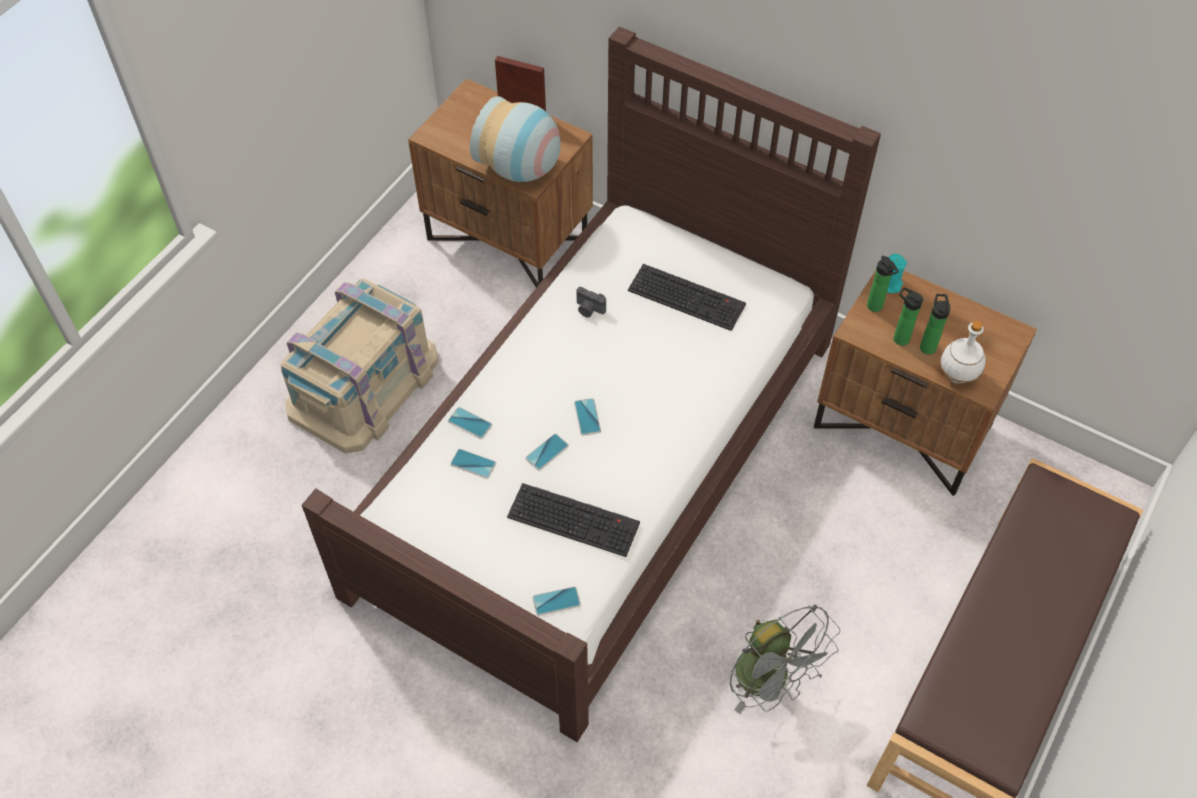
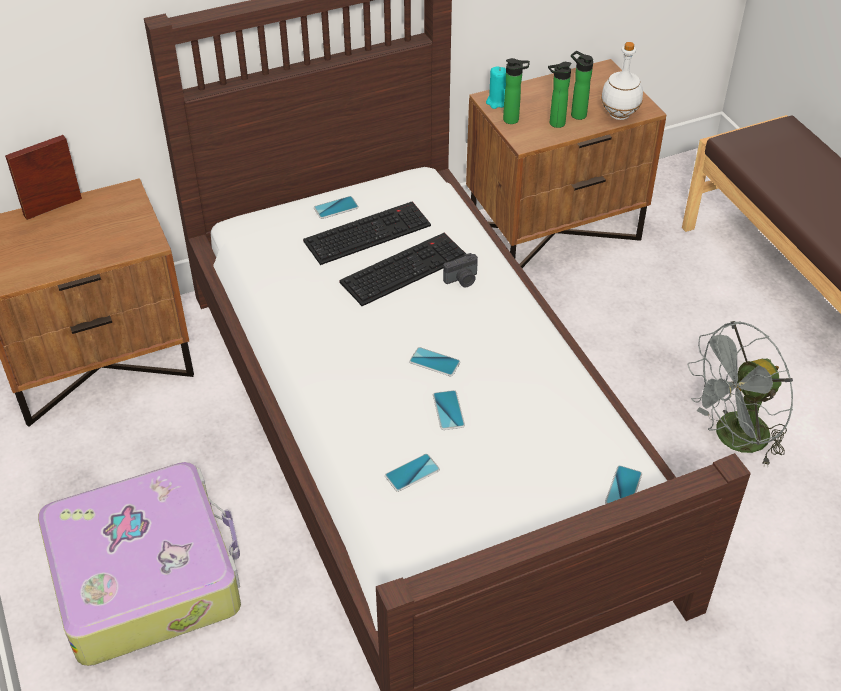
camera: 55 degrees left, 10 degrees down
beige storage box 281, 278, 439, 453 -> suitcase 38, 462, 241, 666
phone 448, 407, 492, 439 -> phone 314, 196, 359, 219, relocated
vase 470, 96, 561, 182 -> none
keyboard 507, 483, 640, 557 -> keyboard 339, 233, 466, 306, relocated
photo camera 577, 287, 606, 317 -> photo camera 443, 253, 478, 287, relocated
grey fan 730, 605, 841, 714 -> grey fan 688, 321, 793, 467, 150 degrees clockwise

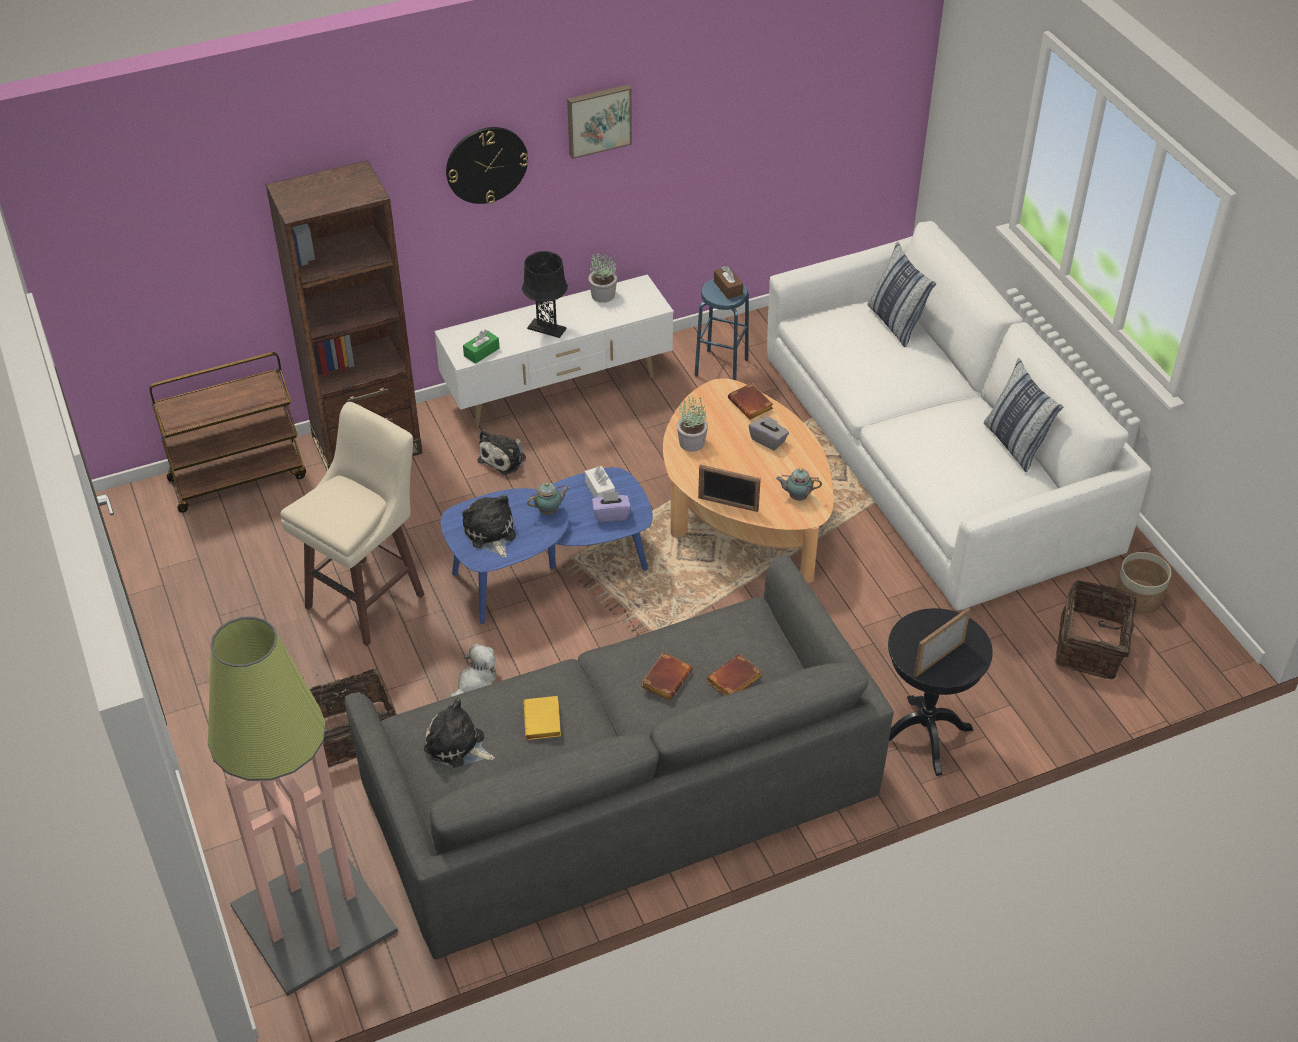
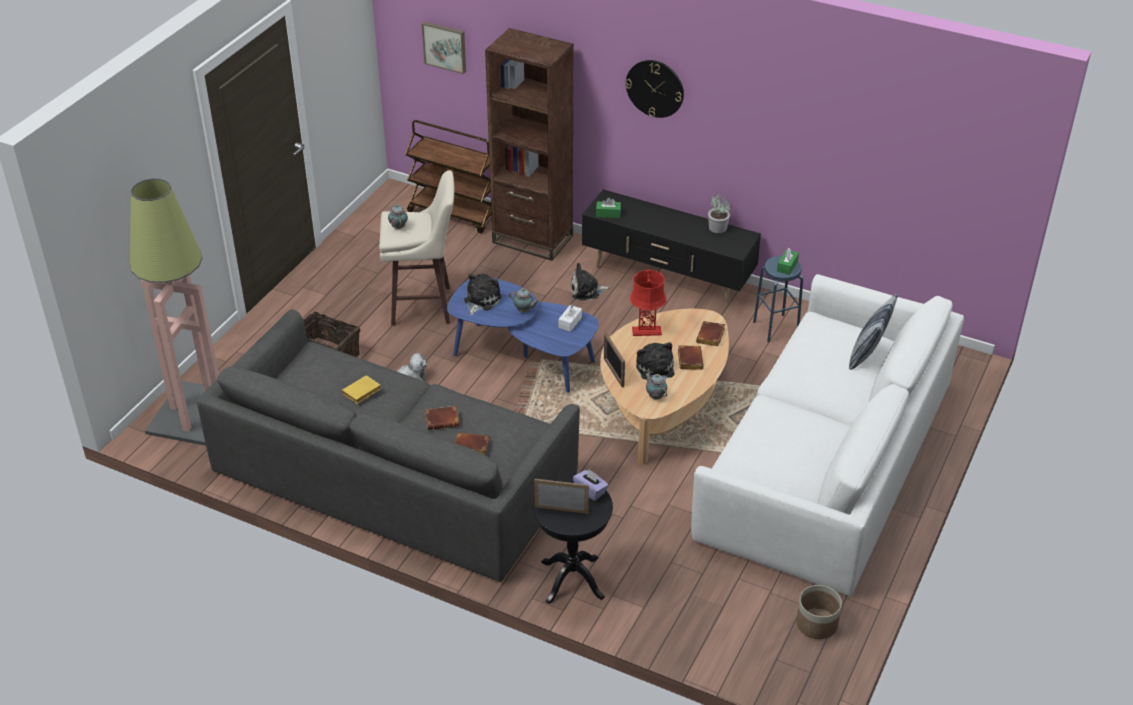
camera: 50 degrees right, 5 degrees down
plush toy 424, 698, 495, 768 -> plush toy 636, 342, 674, 382, relocated
white tv stand 435, 274, 674, 428 -> black tv stand 582, 189, 761, 307
black table lamp 522, 251, 568, 338 -> none
picture 567, 85, 632, 159 -> picture 422, 21, 466, 74, relocated
purple tissue box 592, 491, 631, 522 -> purple tissue box 573, 469, 609, 501, relocated
potted plant 677, 396, 708, 452 -> red table lamp 630, 270, 666, 336
brown tissue box 714, 266, 743, 299 -> green tissue box 777, 248, 799, 275
grey tissue box 748, 415, 789, 451 -> brown book 678, 345, 704, 370
pillow 984, 358, 1063, 472 -> none
basket 1055, 580, 1149, 680 -> none
none -> teapot 388, 203, 408, 229

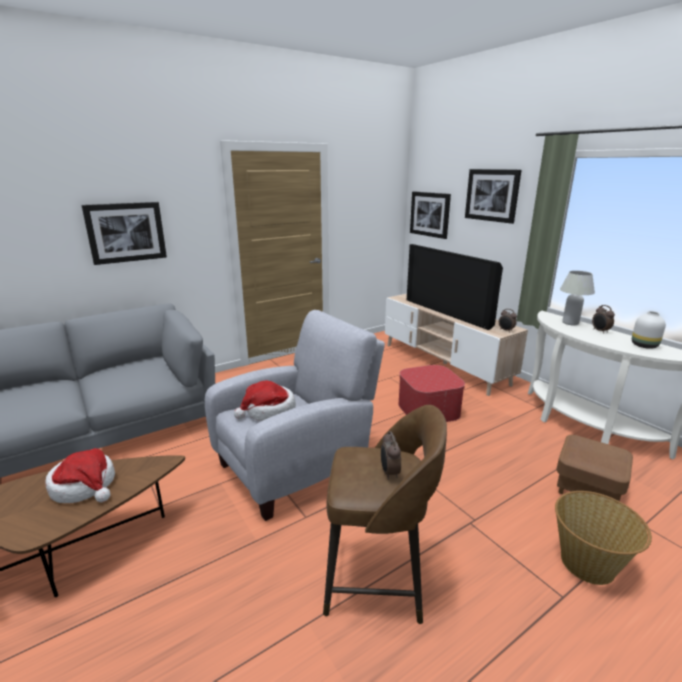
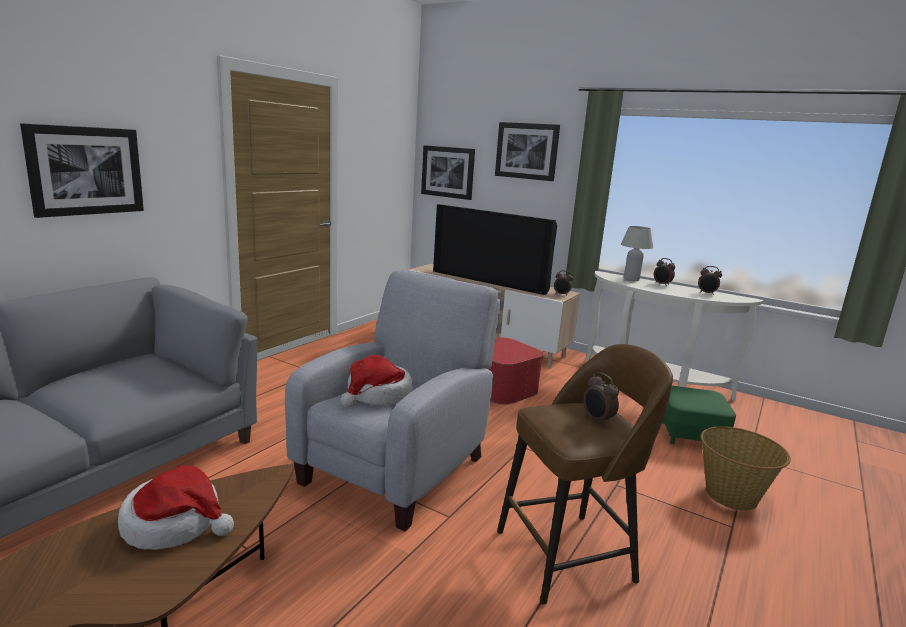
camera: 25 degrees left, 5 degrees down
brown ottoman 557, 435, 633, 501 -> green ottoman 662, 386, 736, 444
white vase 632, 311, 666, 349 -> alarm clock 698, 266, 722, 295

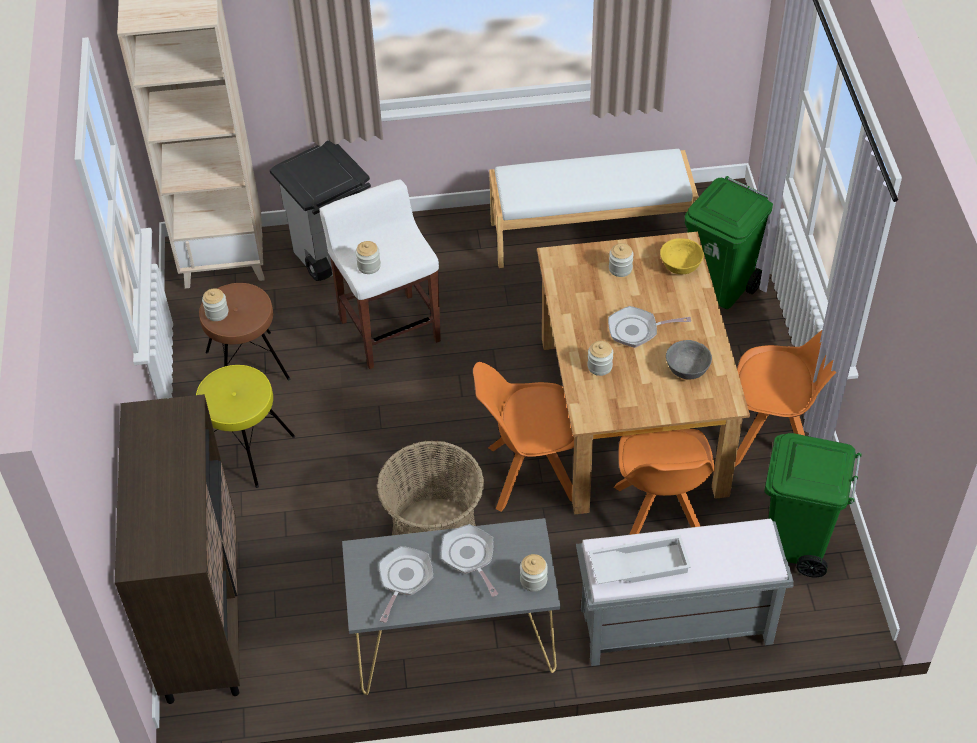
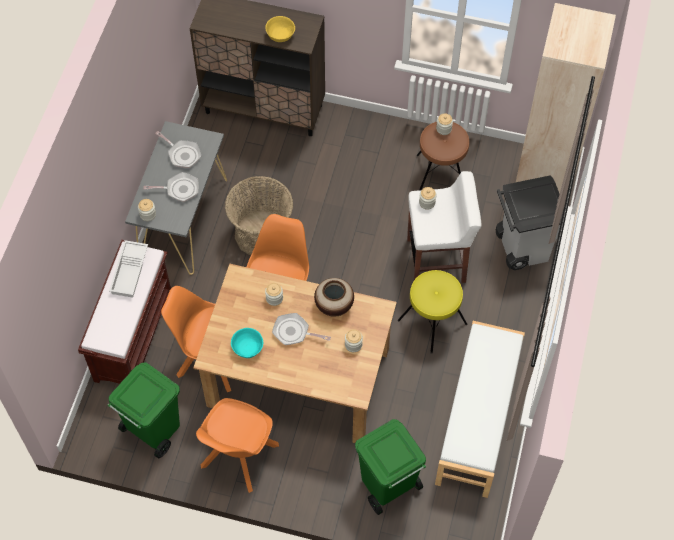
camera: 110 degrees right, 10 degrees up
yellow stool 196, 365, 295, 488 -> yellow stool 398, 270, 467, 354, relocated
grey bench 576, 519, 794, 666 -> brown bench 78, 240, 171, 384
frying pan 608, 306, 691, 348 -> frying pan 272, 313, 331, 345, 90 degrees counterclockwise
yellow bowl 660, 238, 704, 274 -> yellow bowl 265, 16, 295, 42, relocated
grey bowl 666, 340, 712, 379 -> turquoise bowl 231, 328, 263, 358
none -> vase 314, 278, 354, 317

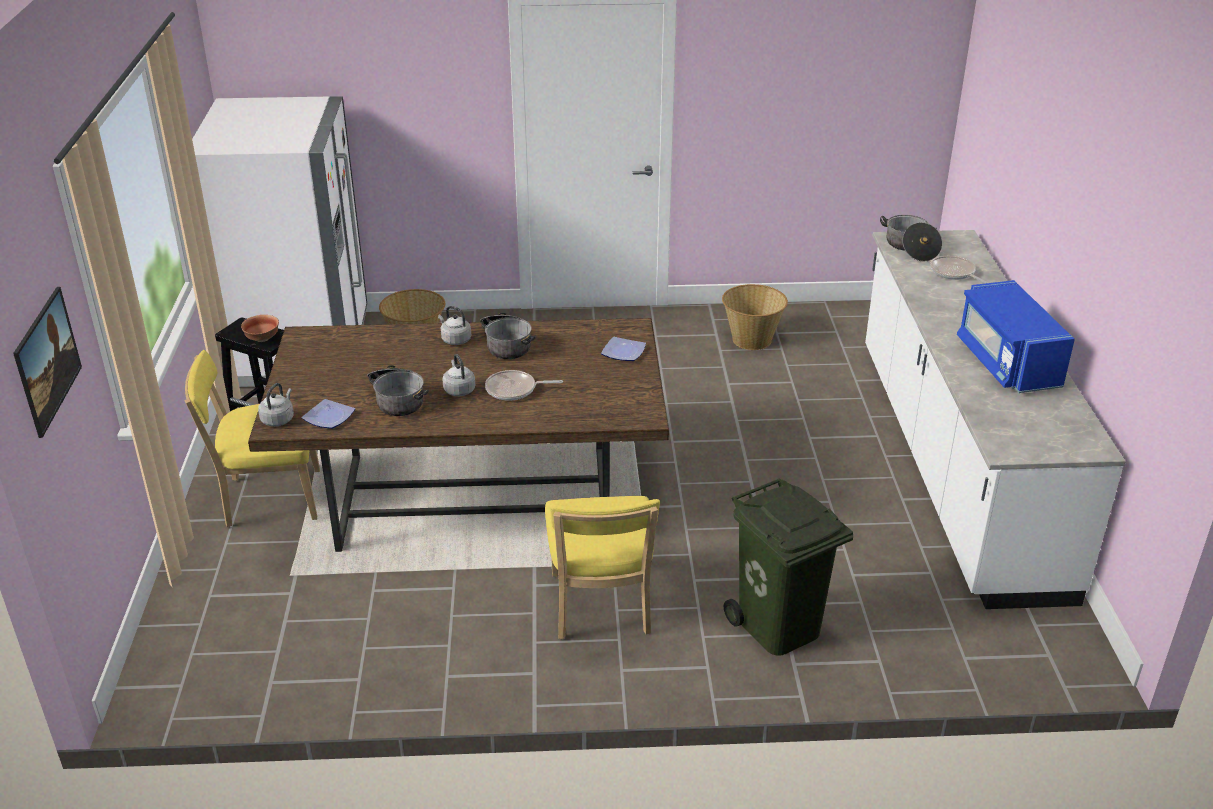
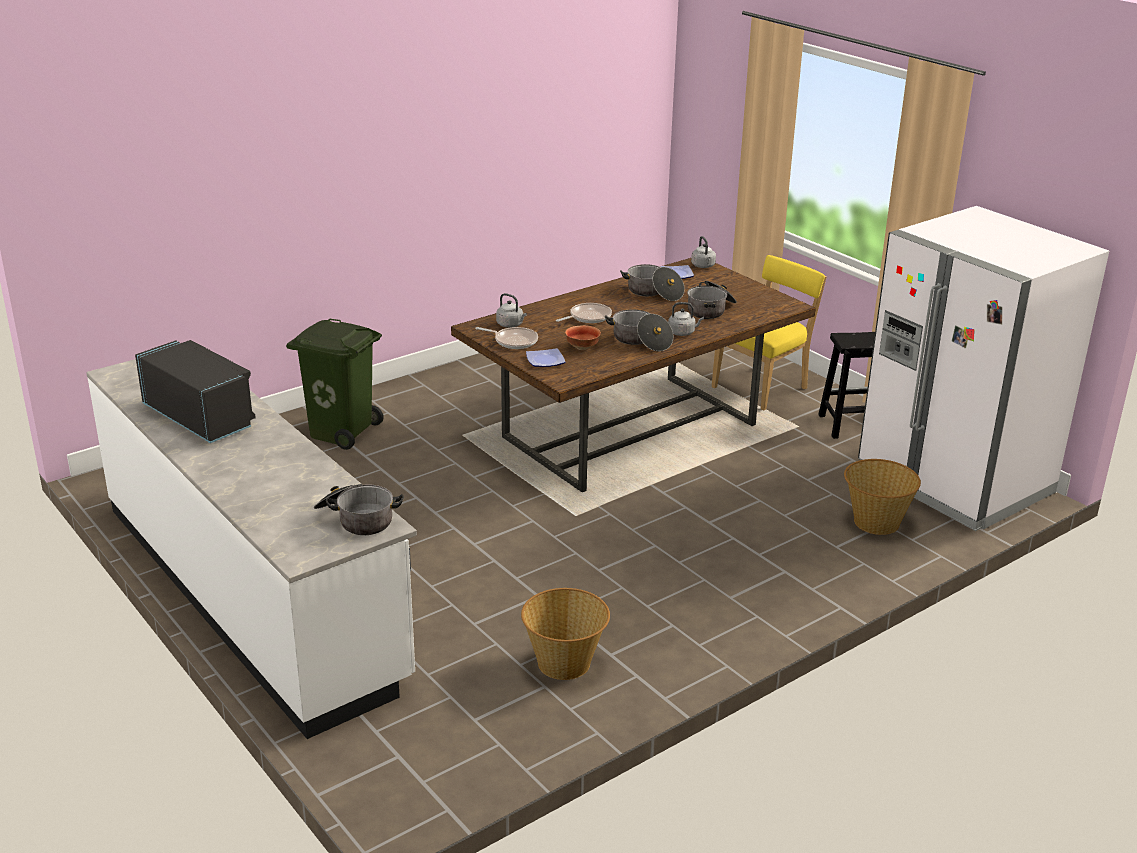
camera: 145 degrees right, 5 degrees down
picture 13, 287, 82, 438 -> none
bowl 241, 315, 279, 342 -> bowl 565, 325, 601, 350, relocated
grey kettle 442, 354, 475, 396 -> grey kettle 496, 293, 527, 328, relocated
yellow chair 545, 496, 660, 640 -> none
frying pan 930, 256, 989, 284 -> frying pan 475, 327, 538, 349, relocated
blue microwave 957, 280, 1075, 393 -> black microwave 135, 340, 256, 443
none -> cooking pot 687, 281, 737, 319

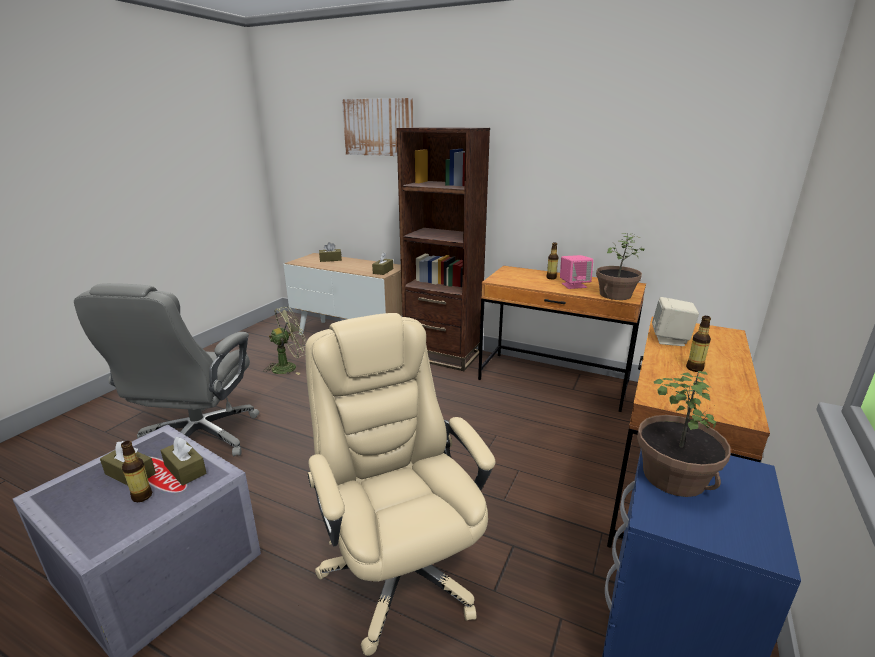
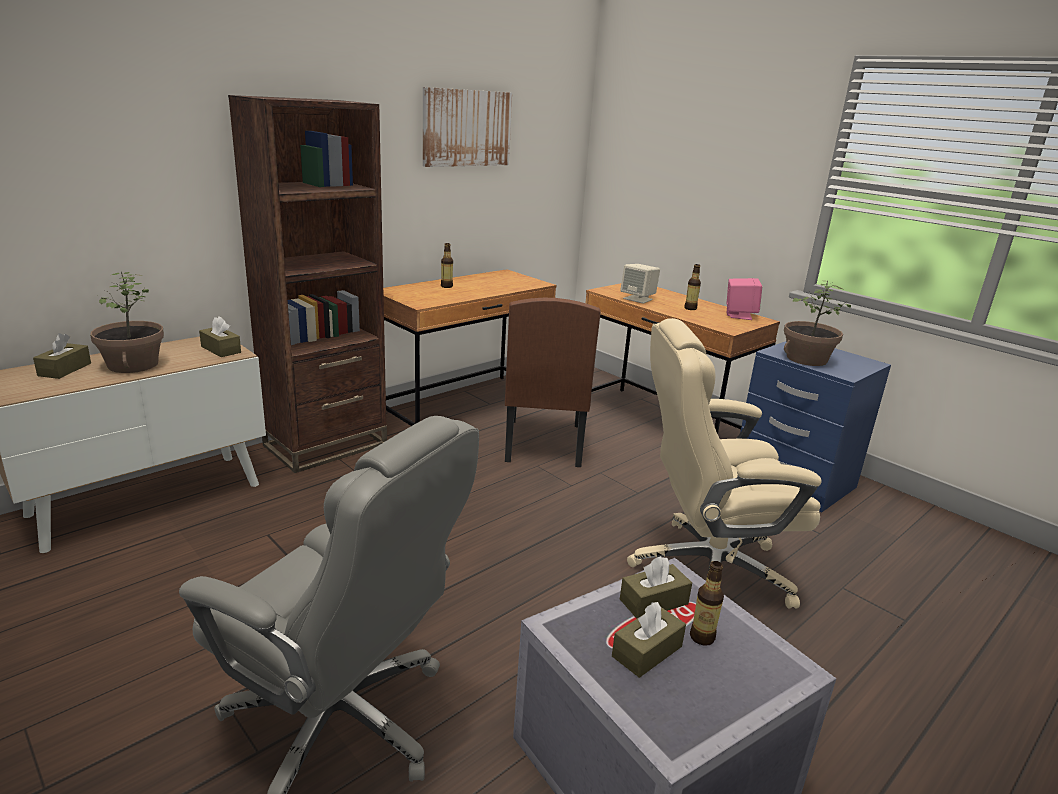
camera: 70 degrees left, 0 degrees up
green fan 263, 307, 306, 375 -> none
picture 342, 98, 414, 156 -> picture 423, 87, 512, 167, relocated
pink speaker 560, 255, 593, 289 -> pink speaker 726, 278, 762, 320, relocated
potted plant 596, 233, 645, 300 -> potted plant 90, 272, 164, 373, relocated
none -> brown chair 505, 298, 601, 467

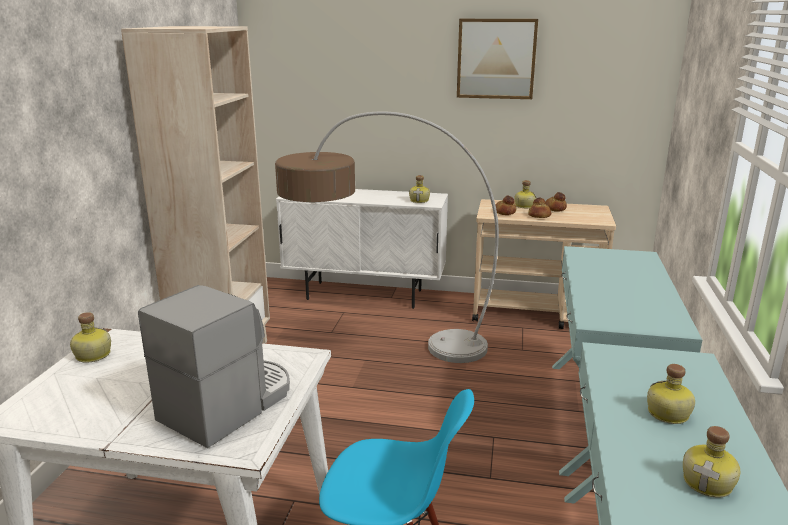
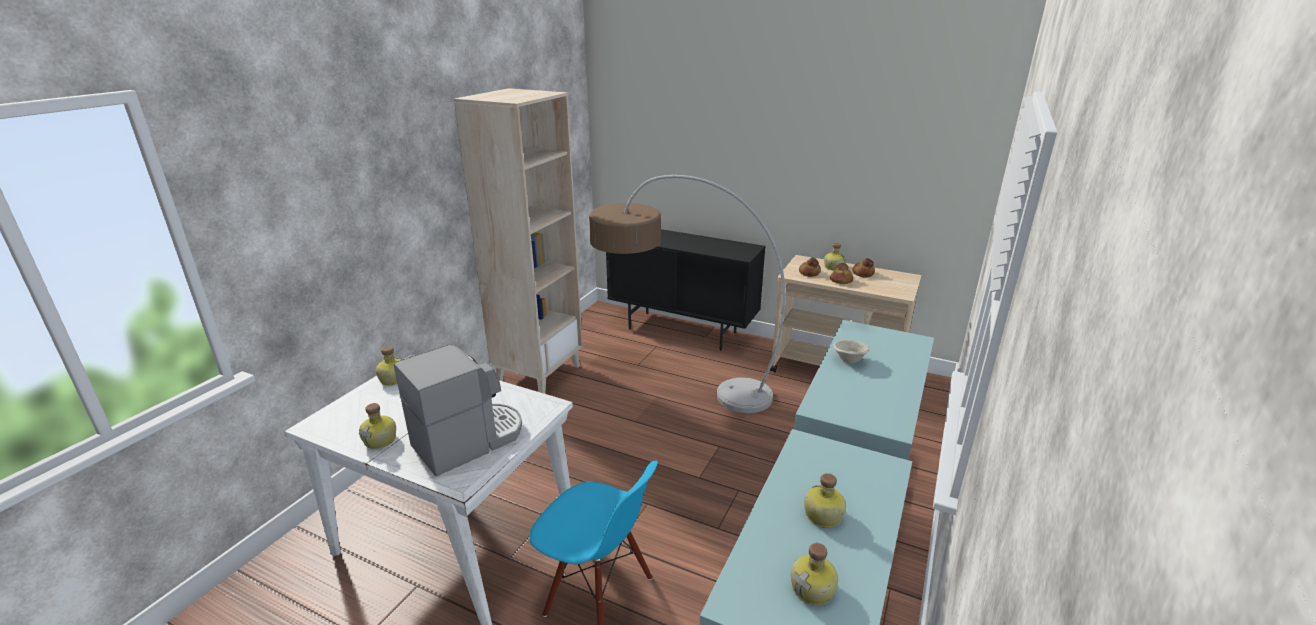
camera: 15 degrees right, 5 degrees up
white cabinet 276, 189, 448, 309 -> black cabinet 606, 229, 766, 351
bottle 409, 175, 430, 203 -> bottle 359, 403, 396, 449, relocated
picture 457, 19, 538, 99 -> none
none -> beige bowl 833, 340, 870, 363

